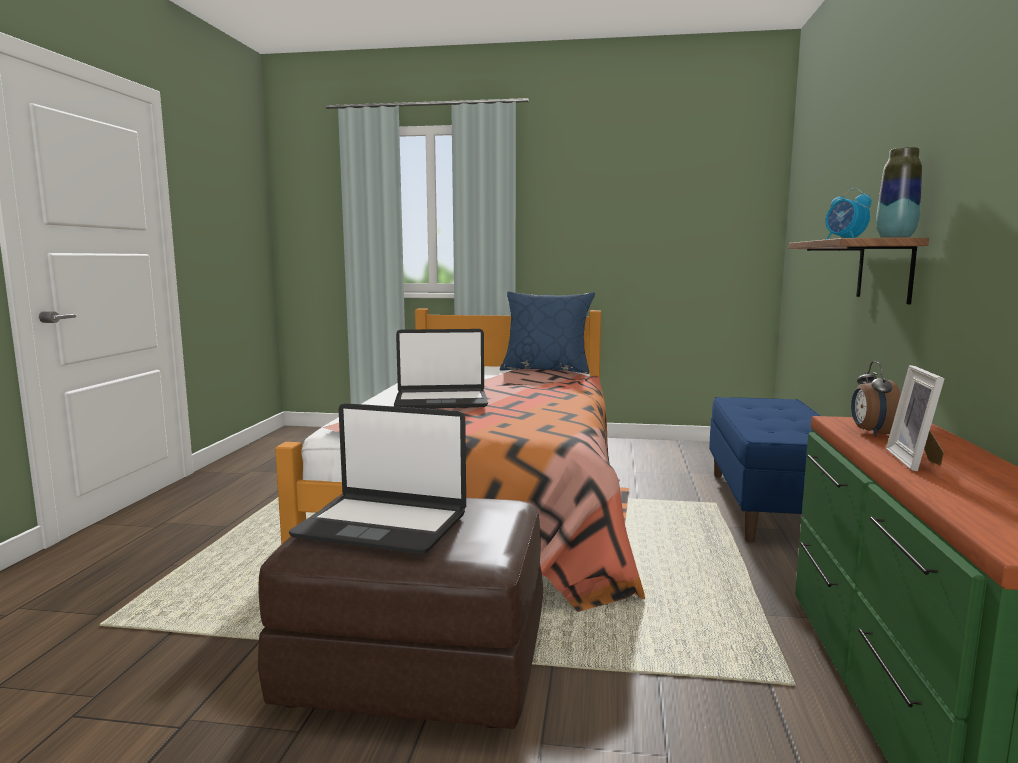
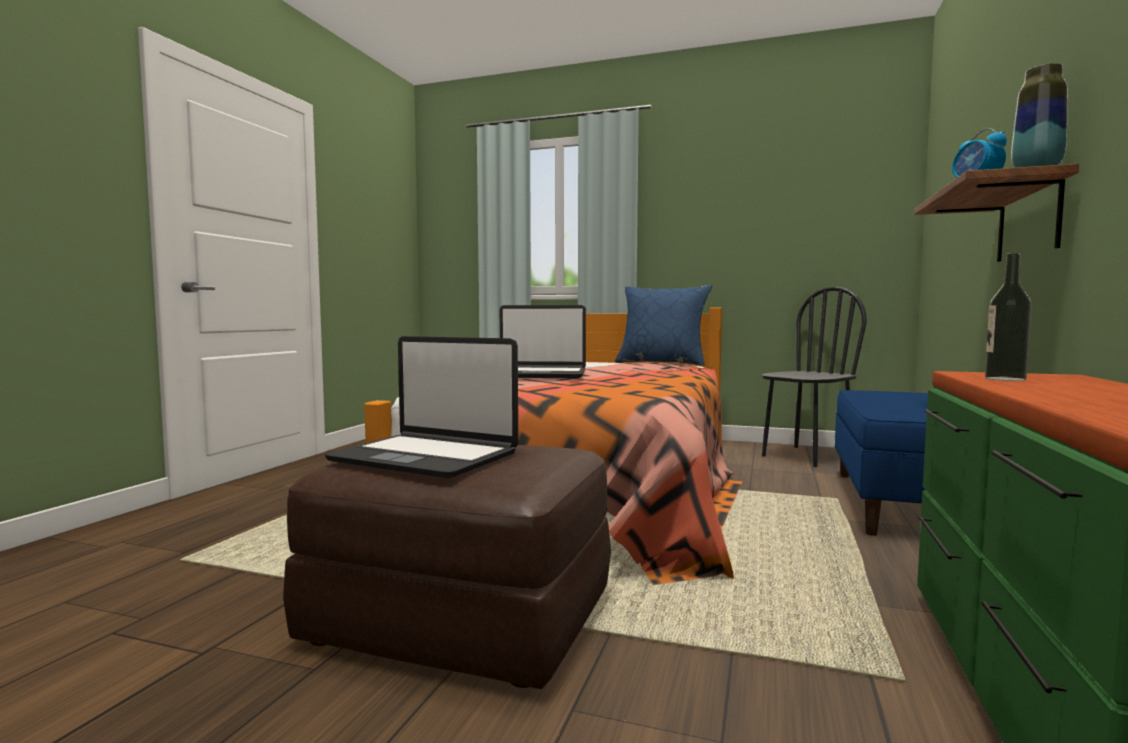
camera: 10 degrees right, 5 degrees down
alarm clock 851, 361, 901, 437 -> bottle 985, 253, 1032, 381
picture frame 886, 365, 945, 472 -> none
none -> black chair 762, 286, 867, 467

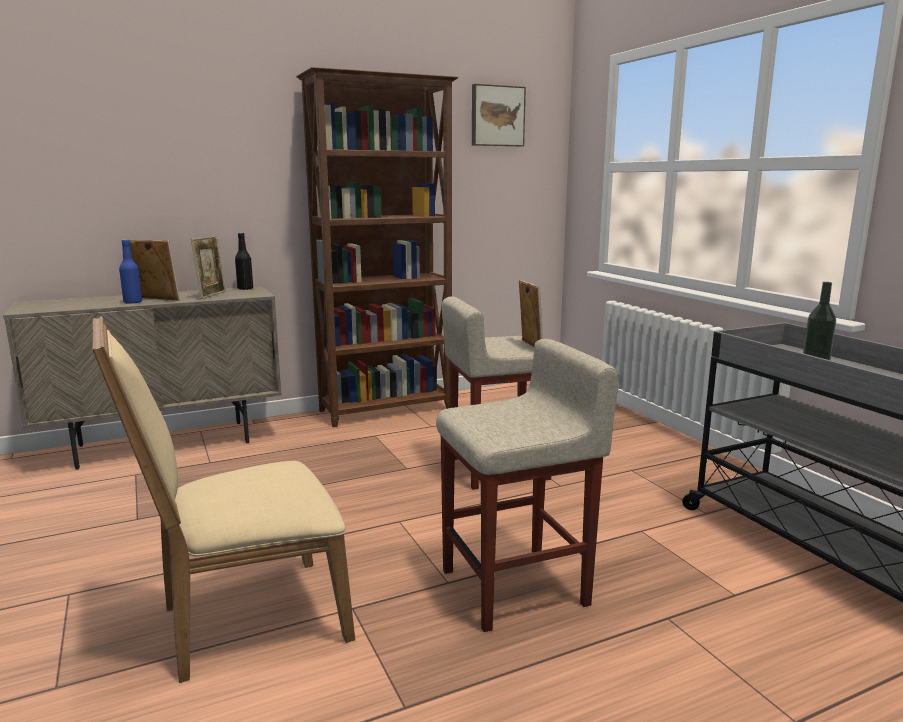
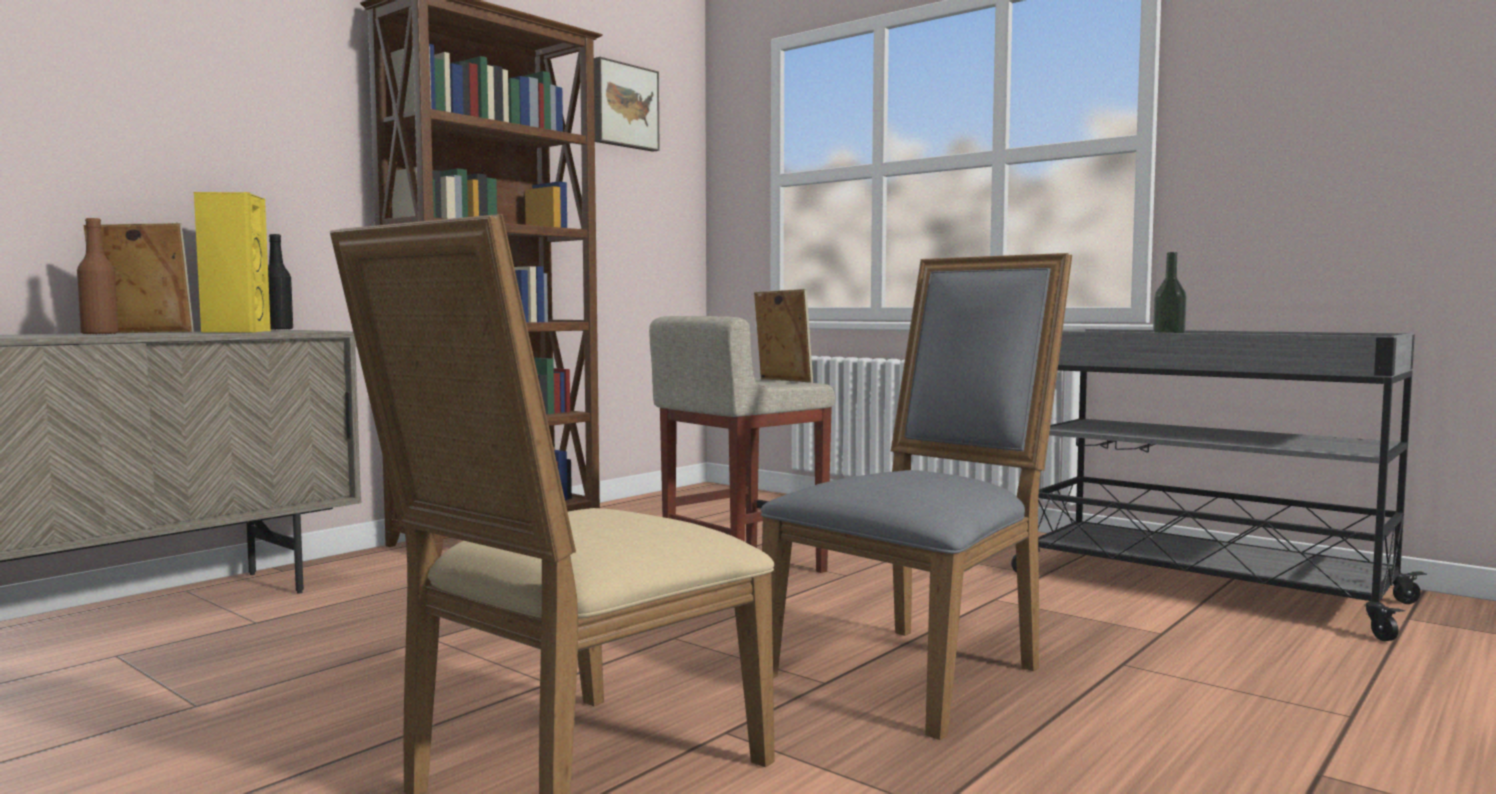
camera: 25 degrees left, 10 degrees down
blue bottle 119, 240, 142, 304 -> brown bottle 77, 218, 118, 335
picture frame 191, 236, 226, 299 -> yellow speaker 194, 192, 271, 332
beige stool 436, 339, 619, 632 -> grey chair 761, 253, 1072, 740

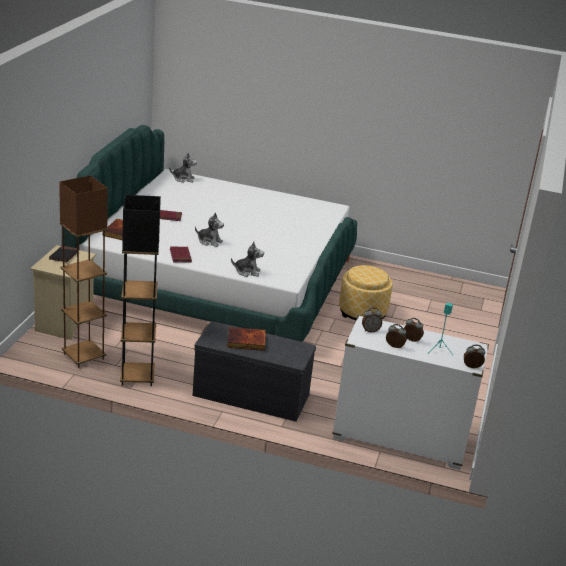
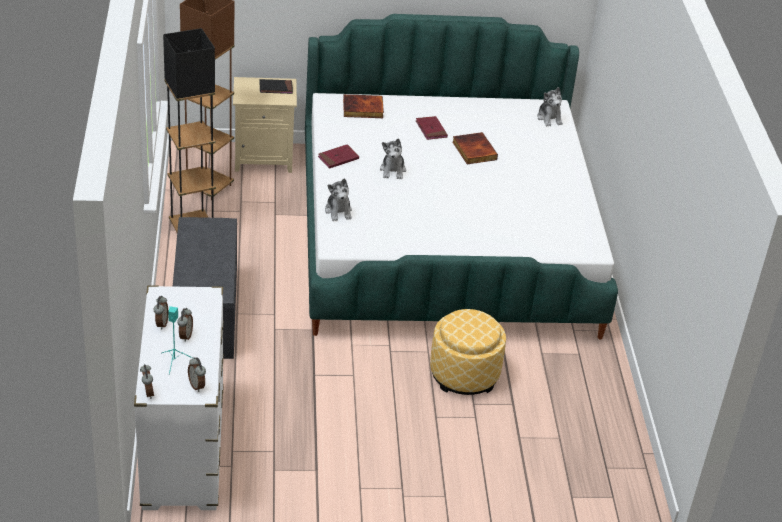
camera: 70 degrees right, 10 degrees up
book 227, 327, 266, 351 -> book 452, 132, 498, 164, relocated
alarm clock 362, 307, 382, 333 -> alarm clock 188, 357, 206, 392, relocated

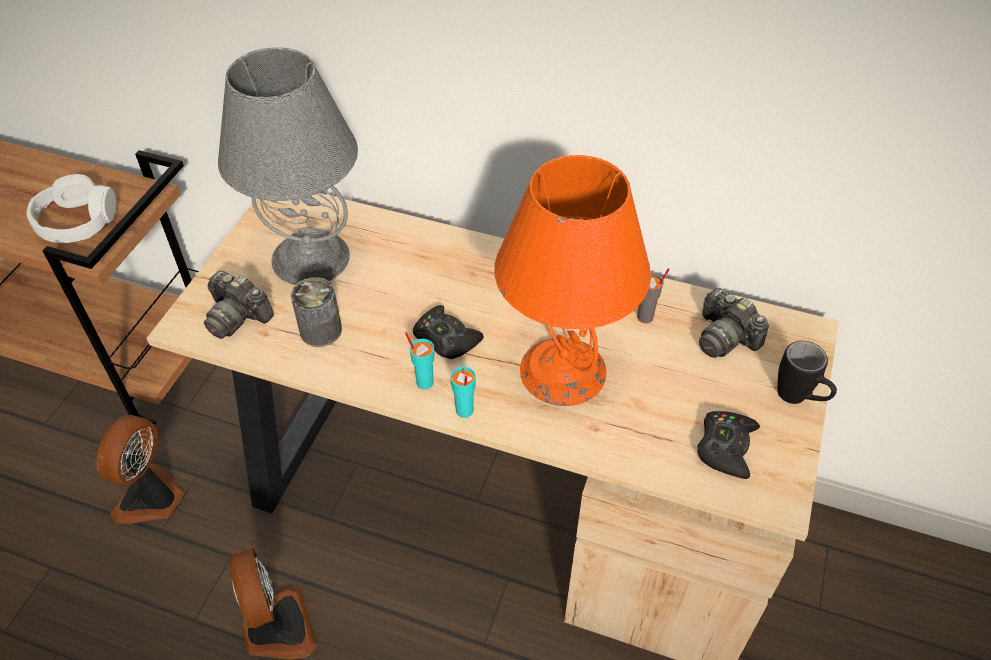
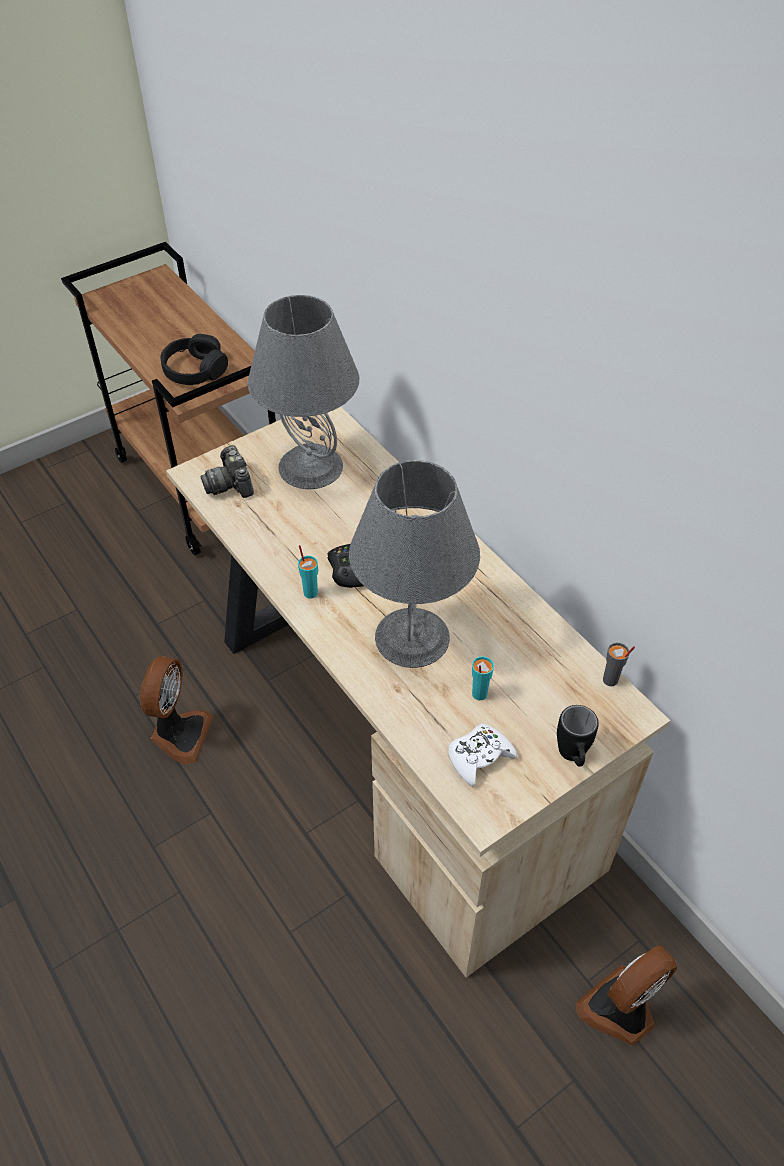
camera: 35 degrees right, 0 degrees up
white headphones 27, 174, 117, 243 -> black headphones 160, 334, 228, 385
fan 97, 415, 184, 524 -> fan 576, 945, 677, 1045, relocated
can 291, 277, 342, 347 -> none
turquoise cup 450, 366, 476, 418 -> turquoise cup 472, 657, 494, 700, relocated
orange table lamp 494, 155, 651, 406 -> grey table lamp 349, 460, 480, 668
grey cup 637, 268, 670, 323 -> grey cup 603, 643, 635, 686, relocated
black game controller 697, 411, 760, 479 -> white game controller 448, 723, 517, 787
photo camera 699, 288, 769, 358 -> none

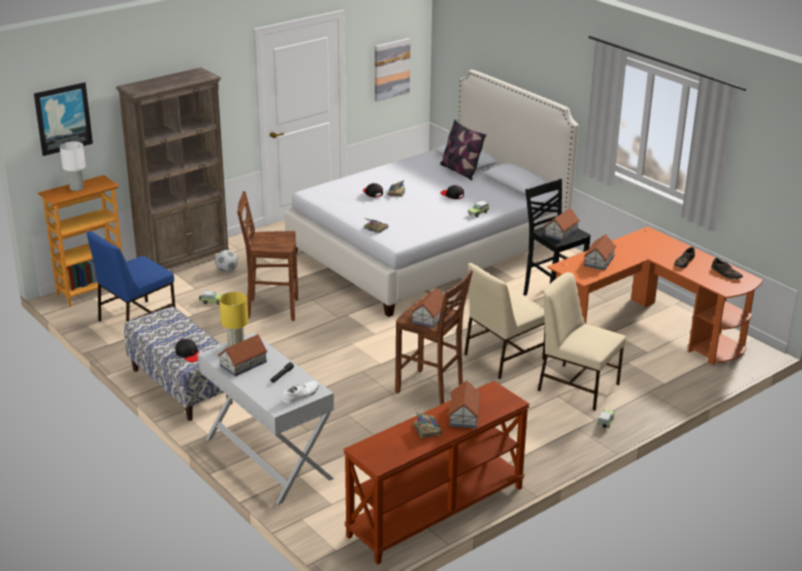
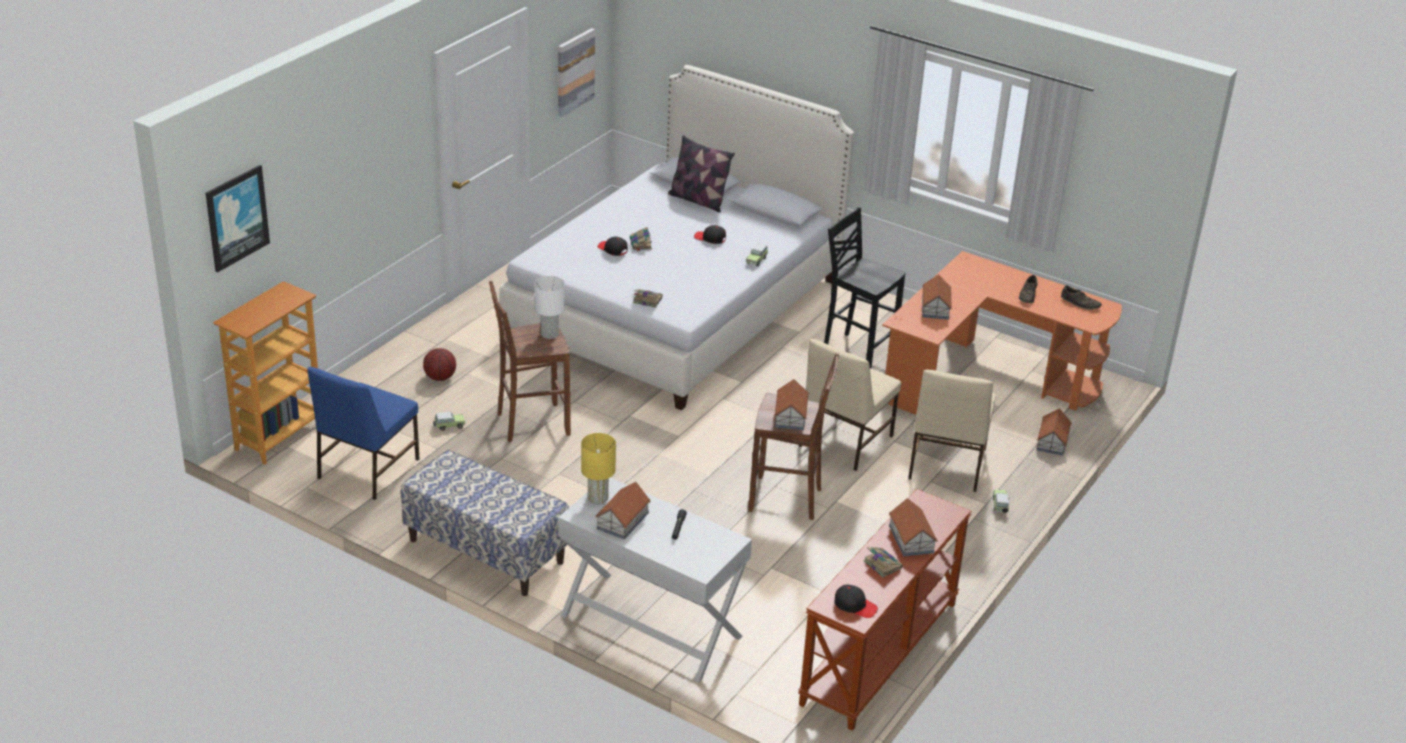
camera: 20 degrees left, 5 degrees up
white table lamp 60, 141, 86, 191 -> white table lamp 534, 276, 565, 339, relocated
brown bookcase 116, 67, 229, 269 -> none
black cap 175, 339, 200, 363 -> black cap 834, 584, 878, 618, relocated
football 215, 250, 238, 272 -> basketball 423, 348, 456, 381
white shoe 283, 381, 319, 403 -> none
beige chair 538, 272, 626, 411 -> beige chair 908, 370, 996, 492, 90 degrees counterclockwise
toy house 544, 208, 580, 241 -> toy house 1037, 408, 1072, 456, relocated

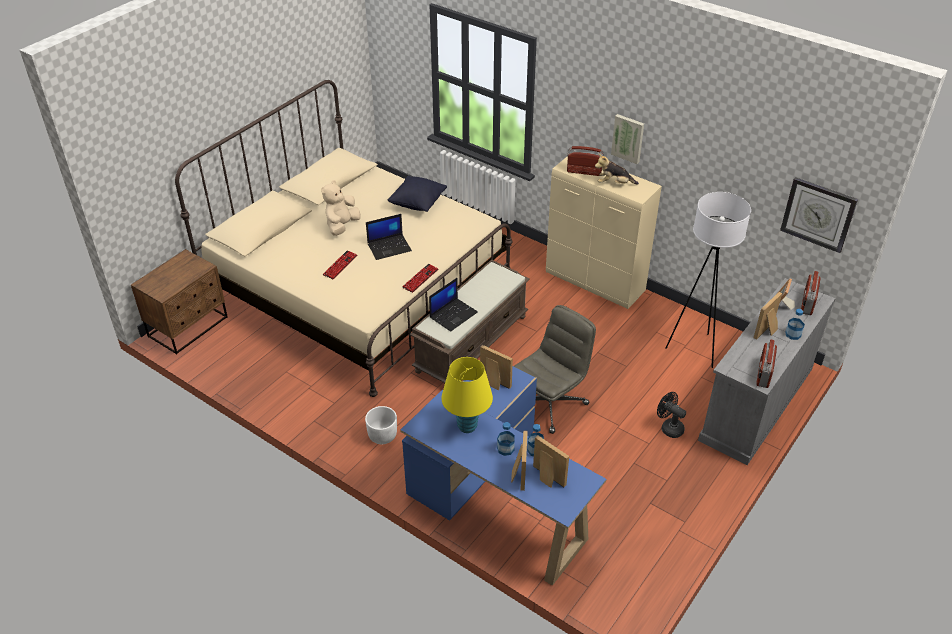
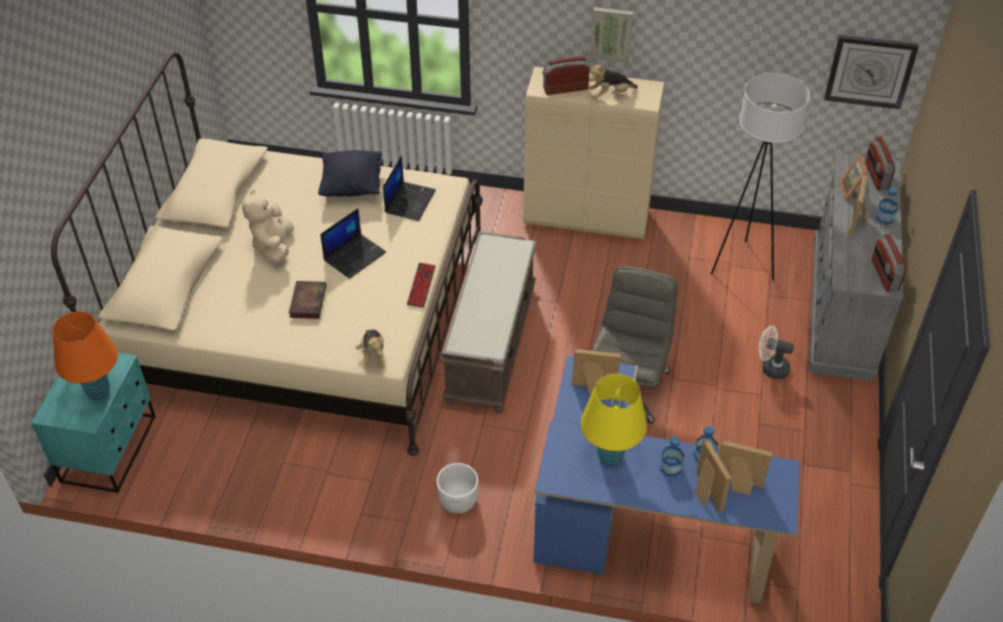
camera: 25 degrees left, 5 degrees up
brown nightstand 131, 249, 228, 355 -> turquoise nightstand 31, 353, 156, 493
keyboard 323, 251, 357, 279 -> book 289, 281, 327, 319
laptop 429, 278, 478, 332 -> laptop 383, 156, 436, 221, relocated
black fan 657, 392, 686, 438 -> white fan 759, 326, 794, 379
none -> orange table lamp 52, 311, 118, 400
none -> plush toy 356, 329, 384, 369

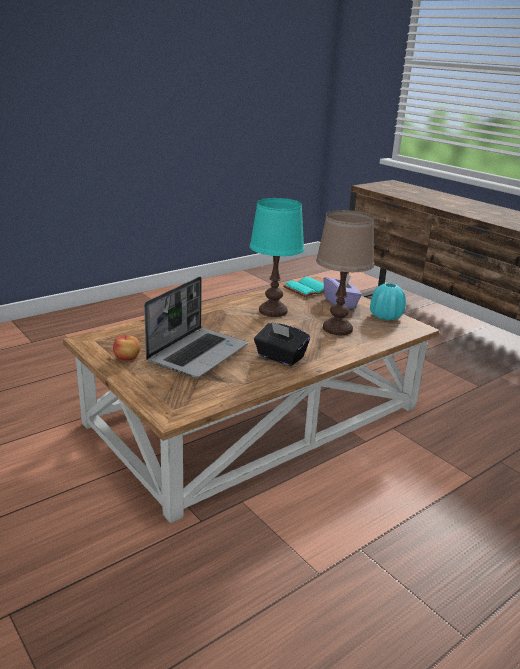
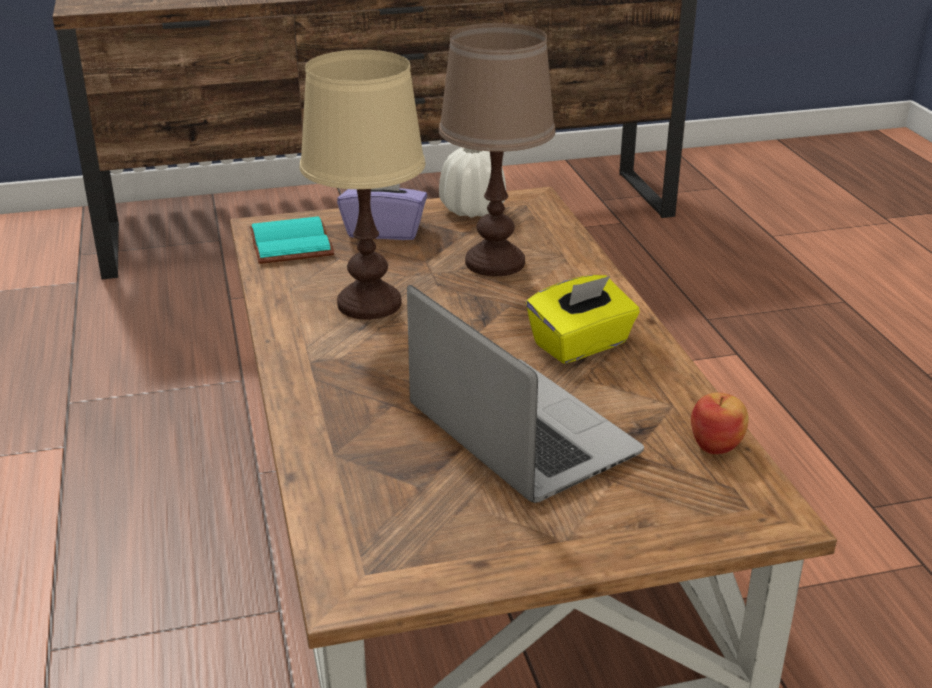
camera: 65 degrees left, 5 degrees up
apple 113, 335, 141, 361 -> apple 691, 392, 749, 454, relocated
turquoise table lamp 250, 198, 304, 317 -> beige table lamp 300, 50, 425, 320
black tissue box 254, 321, 310, 366 -> yellow tissue box 526, 275, 640, 364
turquoise vase 370, 283, 406, 320 -> white vase 439, 147, 506, 218

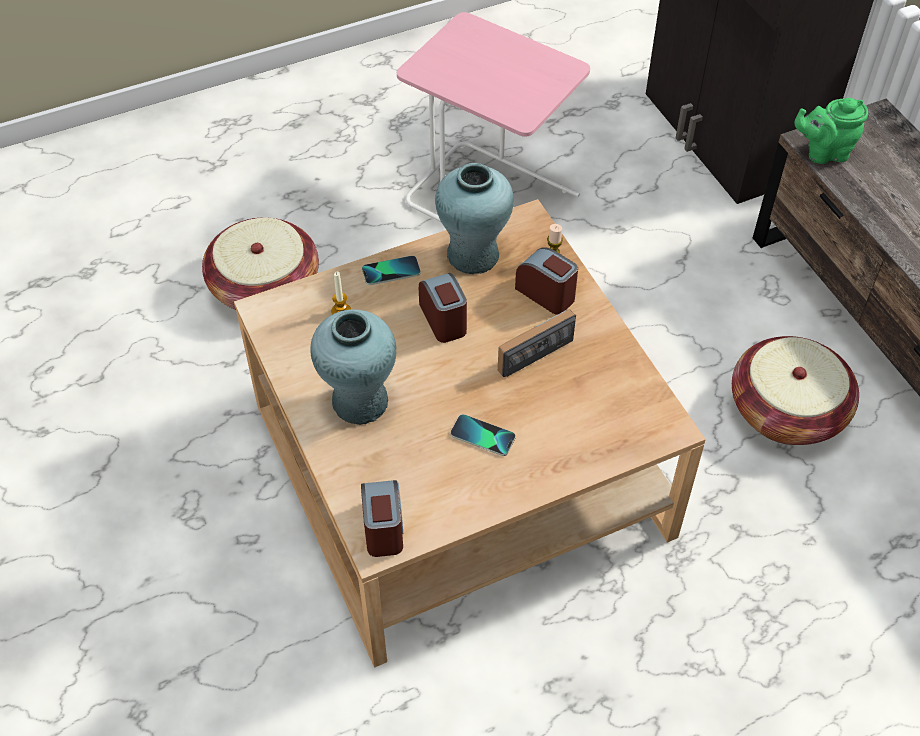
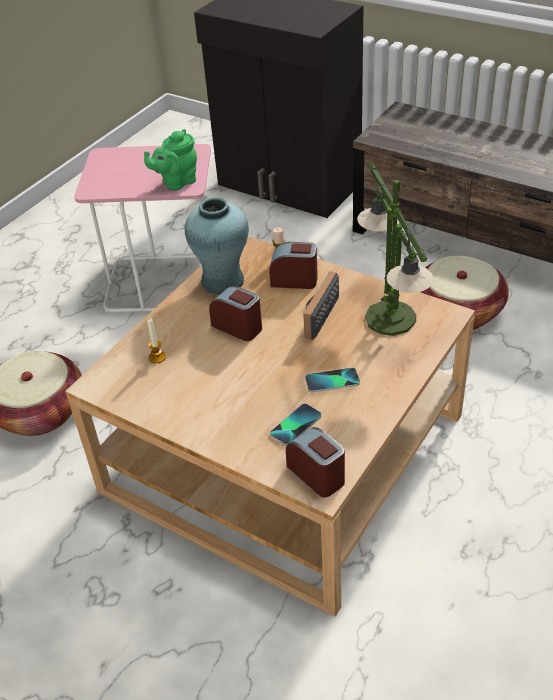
camera: 30 degrees left, 10 degrees down
turquoise vase 310, 309, 397, 425 -> none
phone 362, 255, 421, 285 -> phone 270, 403, 322, 446, relocated
green teapot 794, 98, 868, 164 -> green teapot 144, 129, 197, 191, relocated
none -> table lamp 357, 163, 434, 336

